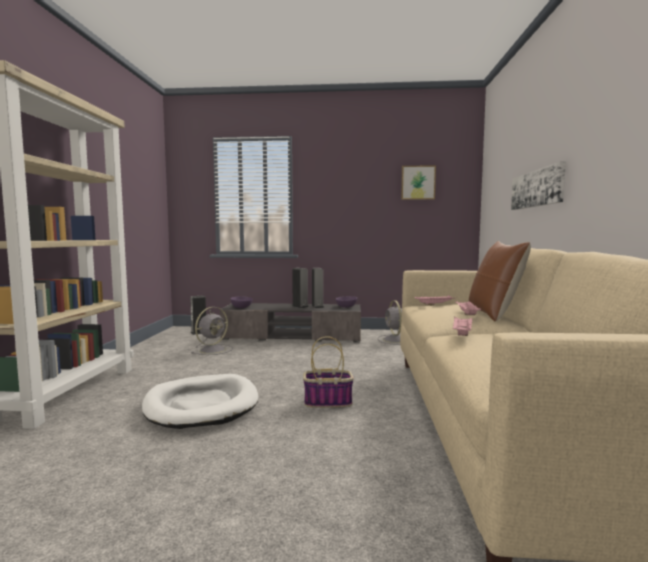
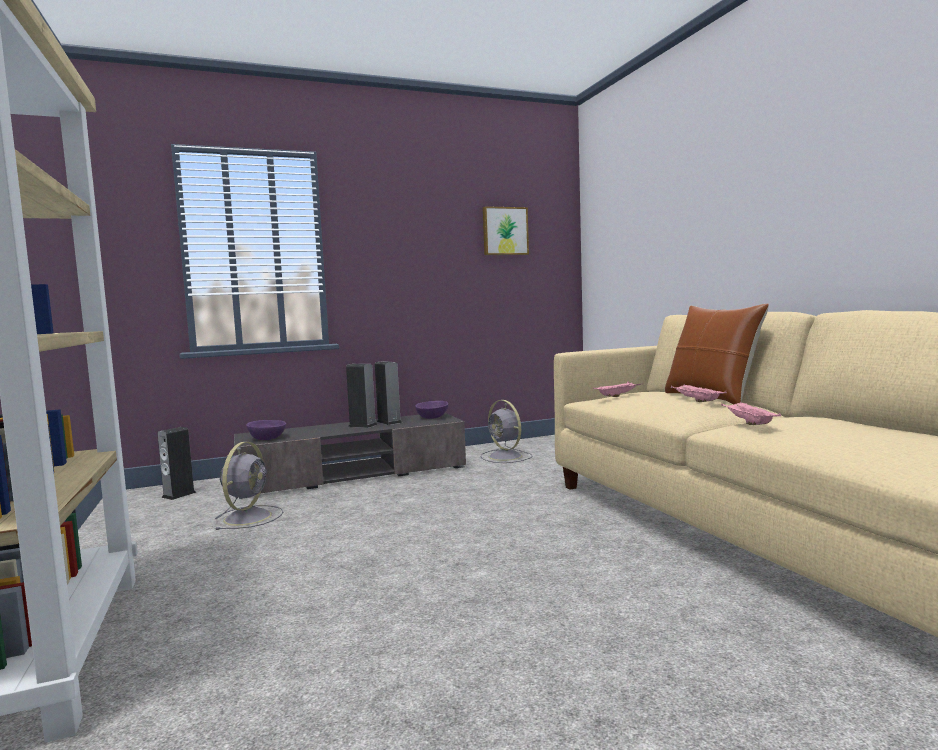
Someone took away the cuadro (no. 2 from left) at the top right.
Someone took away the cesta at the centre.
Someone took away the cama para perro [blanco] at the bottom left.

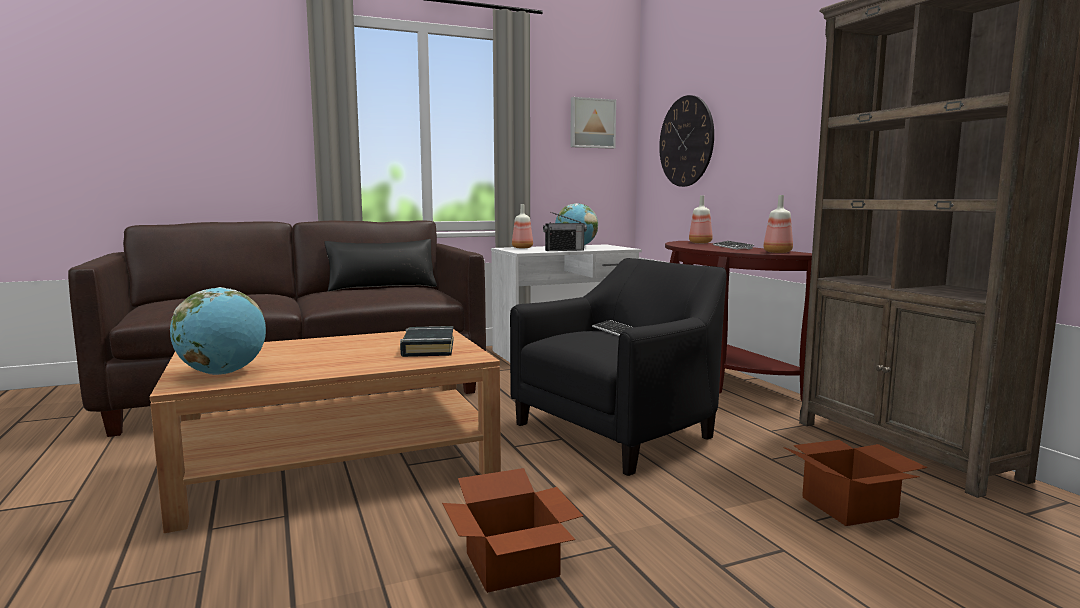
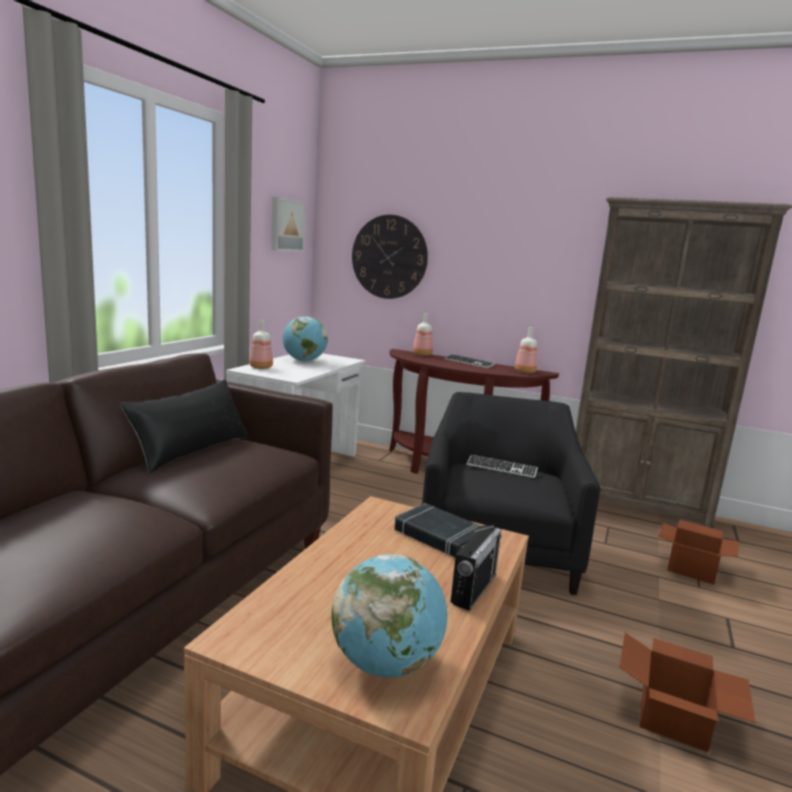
Someone carried the radio from the centre to the bottom centre.

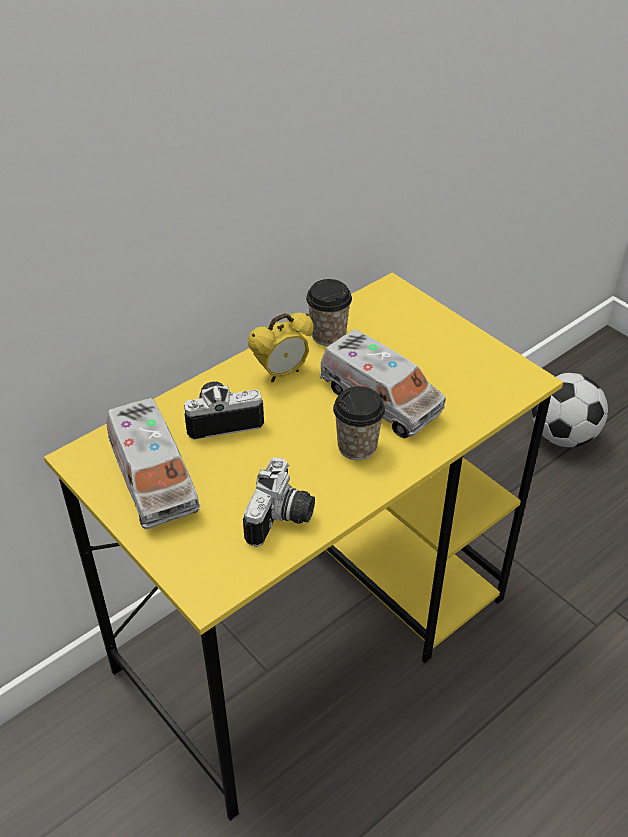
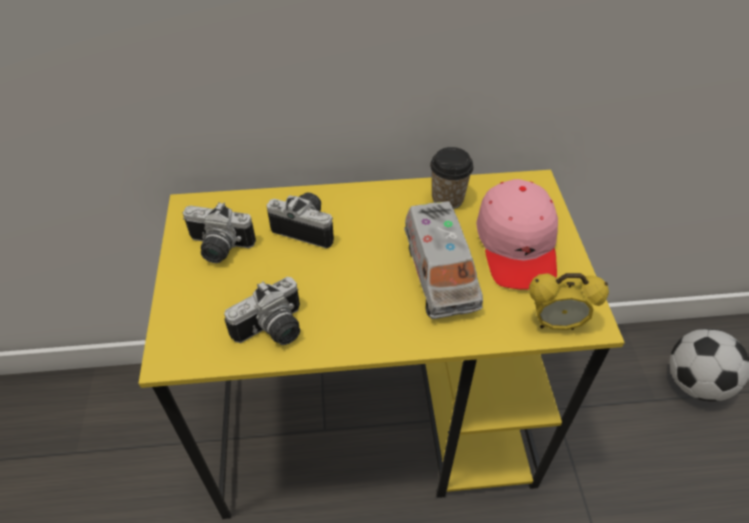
Someone carried the despertador from the centre to the middle right.
Someone took away the taza (no. 2 from left) at the centre.
Someone swapped the camión de juguete (no. 1 from left) at the middle left for the cámara (no. 1 from left) at the middle left.
Someone put down the gorra [rosa] at the middle right.

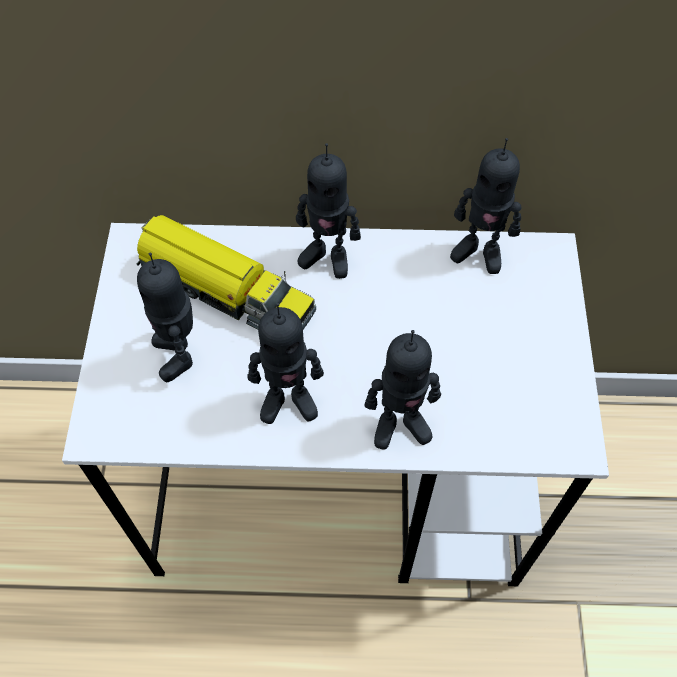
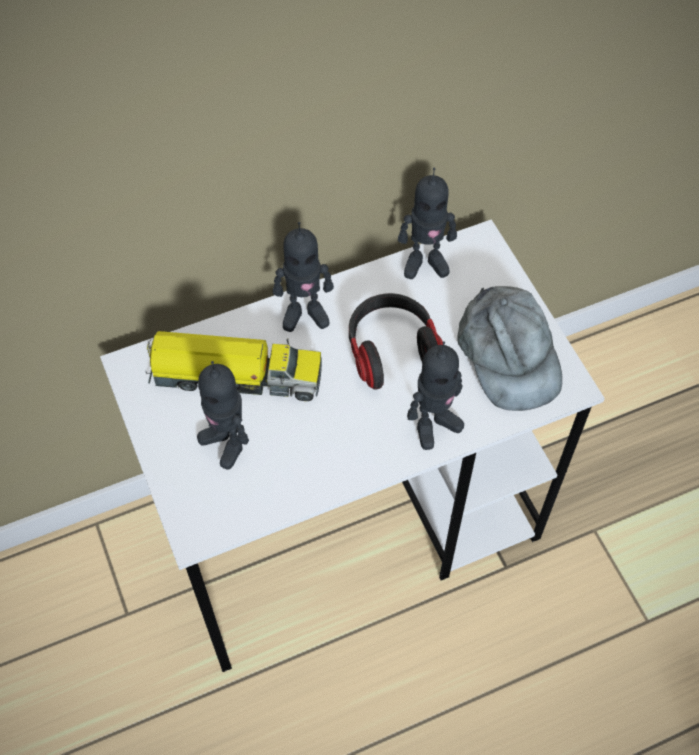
Someone took away the robot de juguete (no. 2 from left) at the centre.
Someone put down the gorra [gris] at the middle right.
Someone put down the auriculares at the centre.

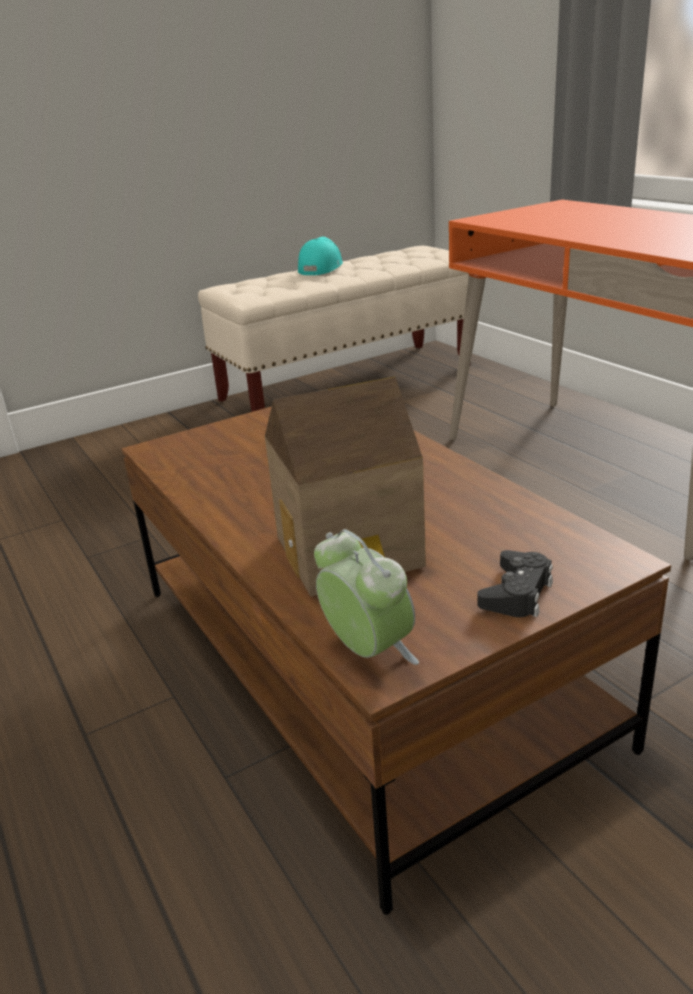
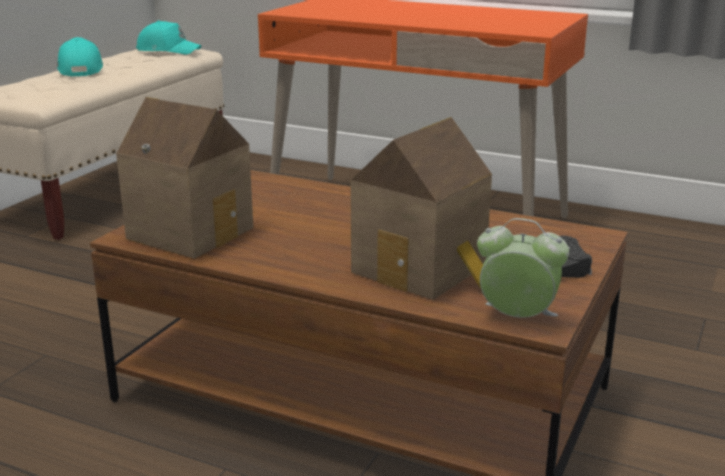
Someone put down the gorra [turquesa] (no. 2 from left) at the top left.
Someone put down the casita (no. 1 from left) at the middle left.

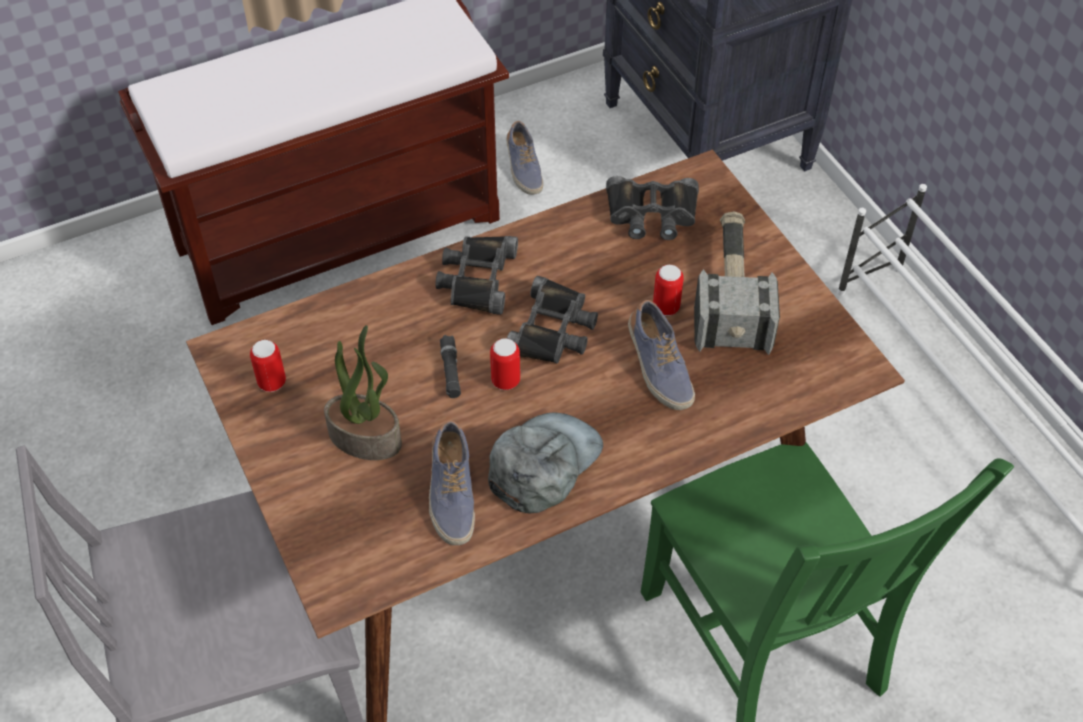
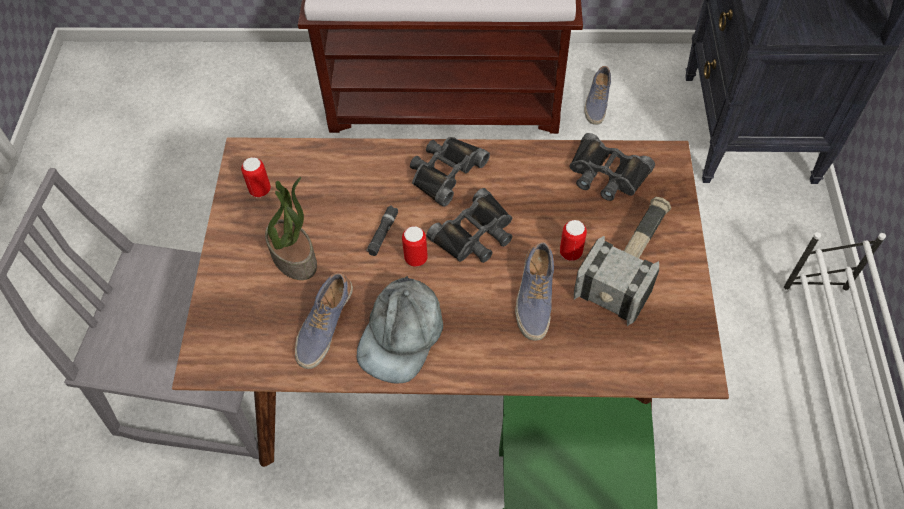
Someone rotated the gorra [gris] at the centre by 135 degrees clockwise.

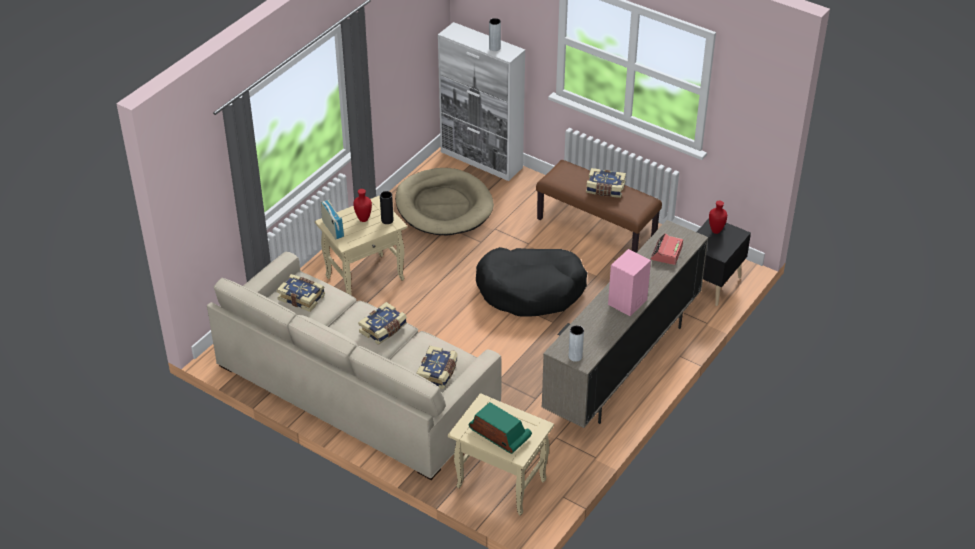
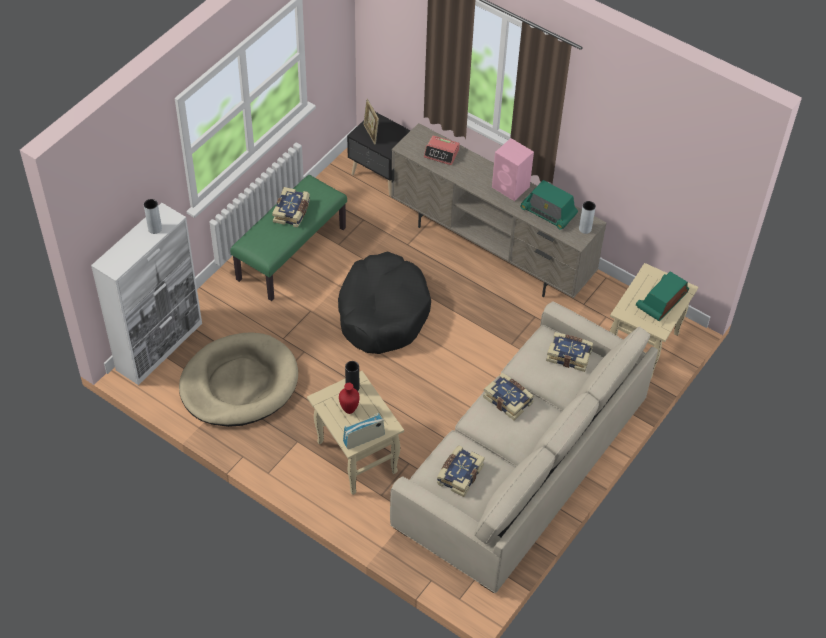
Someone repainted the banco [marrón] at the centre, which became the banco [verde] at the centre.
Someone swapped the florero [rojo] (no. 2 from left) at the middle right for the portarretratos at the top centre.
Someone put down the radio (no. 2 from left) at the top centre.

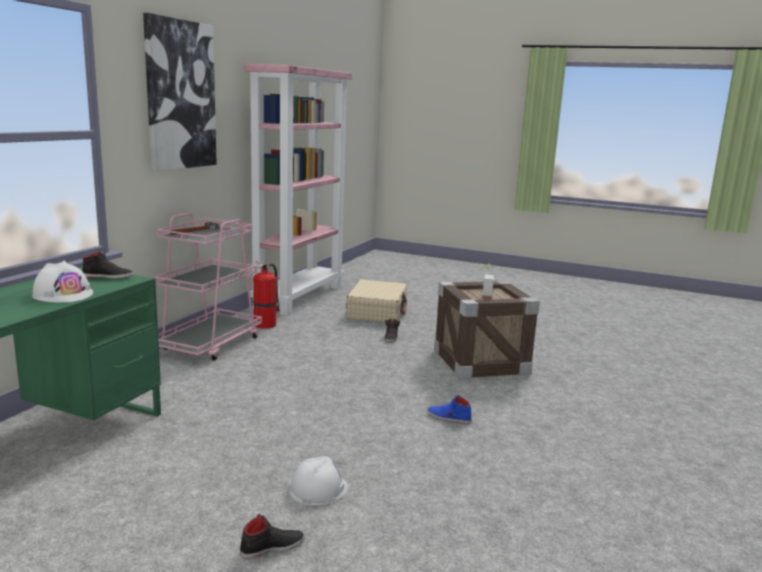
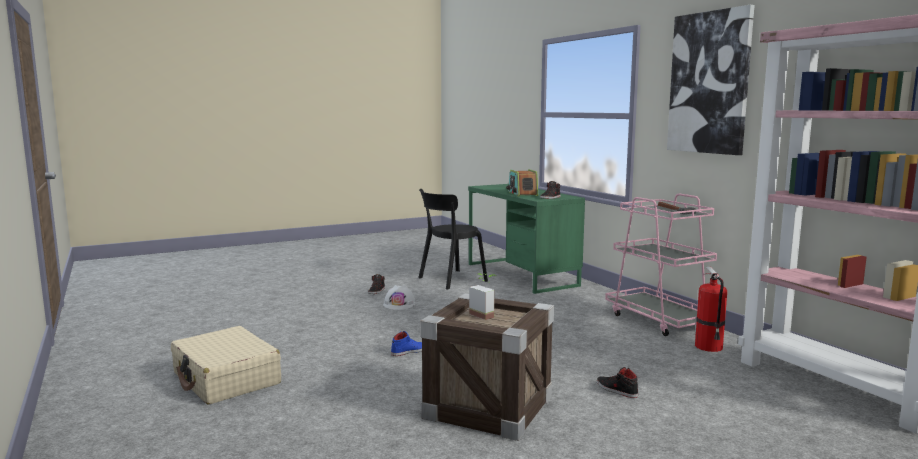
Someone swapped the casco [blanco] (no. 1 from left) at the middle left for the radio at the centre.
Someone carried the maleta [beis] from the centre to the bottom left.
Someone put down the silla [negro] at the centre.

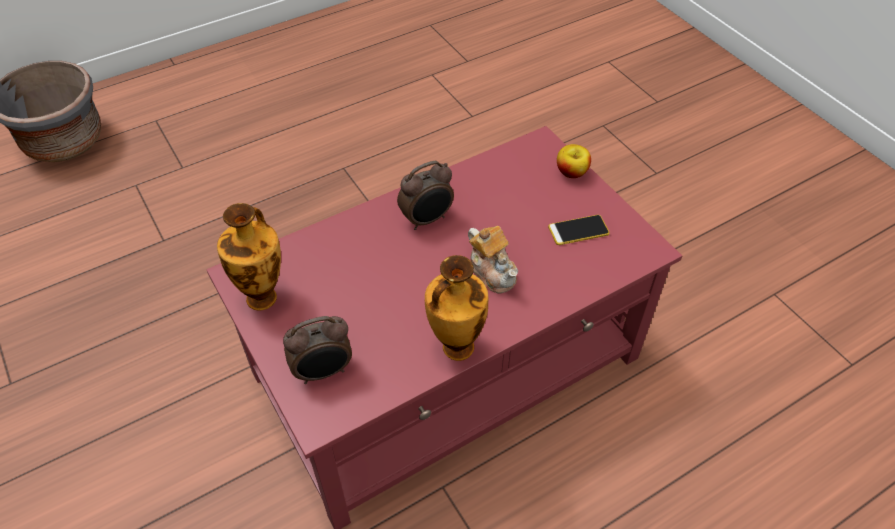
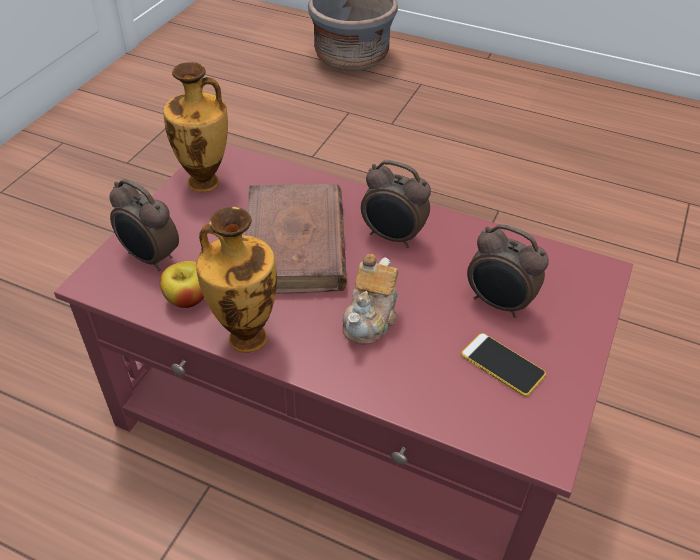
Someone carried the manzana from the top centre to the middle left.
Someone put down the libro [marrón] at the centre.
Someone put down the despertador (no. 3 from left) at the middle right.

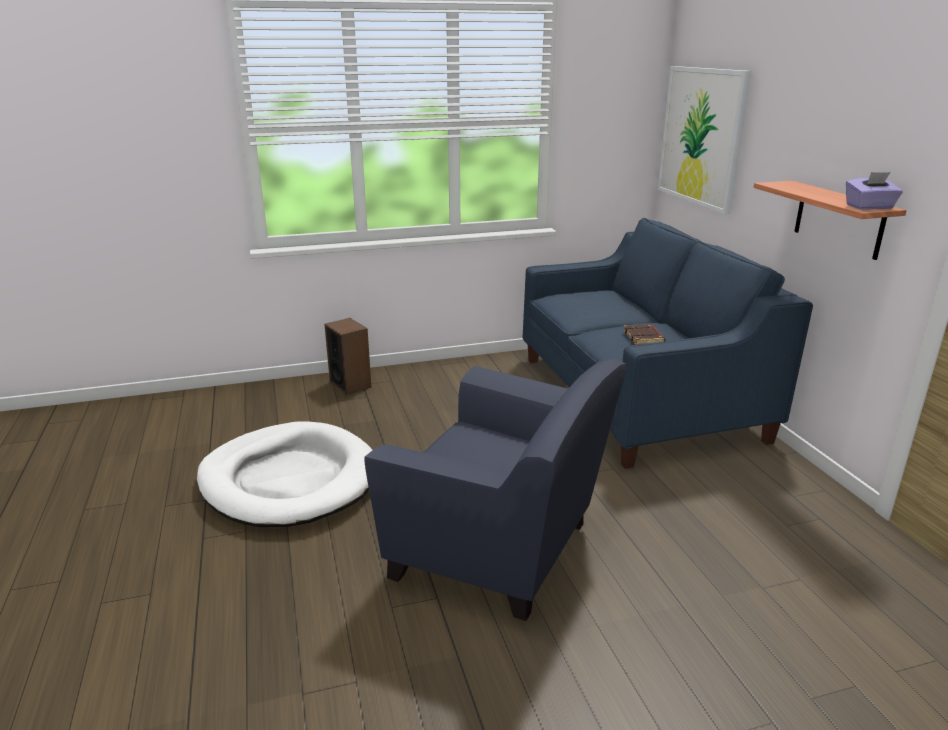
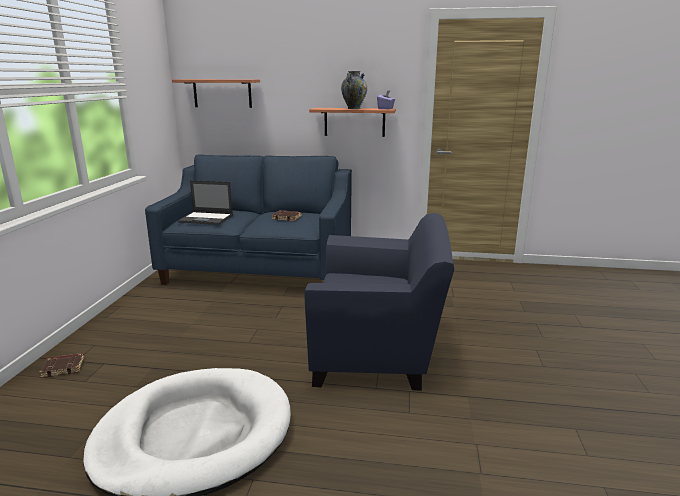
Someone swapped the cuadro at the top right for the estante (no. 1 from left) at the top left.
Someone swapped the altavoz at the centre for the libro [marrón] (no. 1 from left) at the bottom left.
Someone rotated the sillón [azul] at the bottom centre by 45 degrees clockwise.
Someone put down the florero at the top centre.
Someone put down the portátil at the middle left.

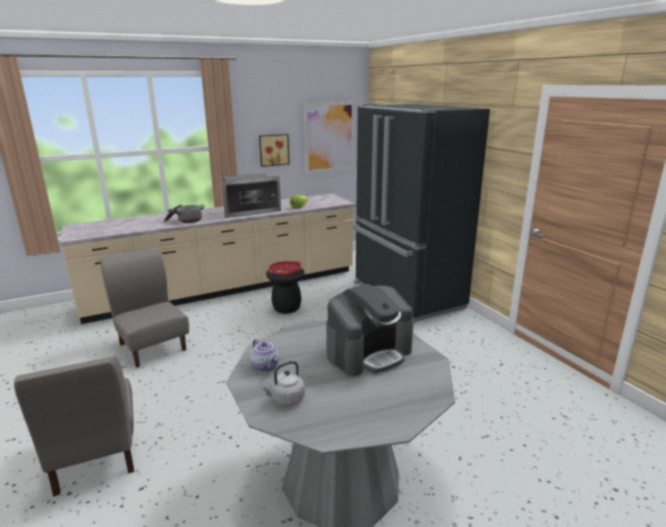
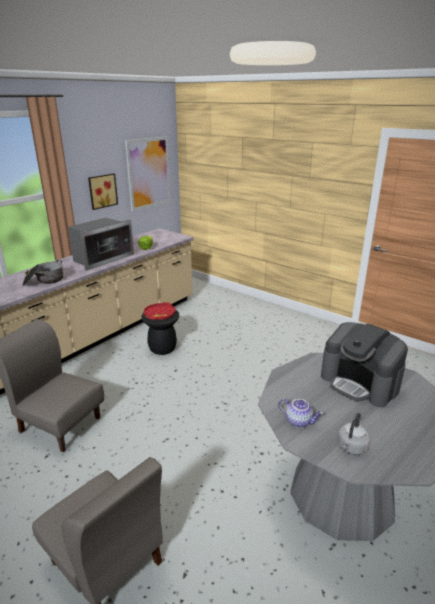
Someone took away the nevera [negro] at the centre.
Someone rotated the cafetera at the centre by 105 degrees clockwise.

